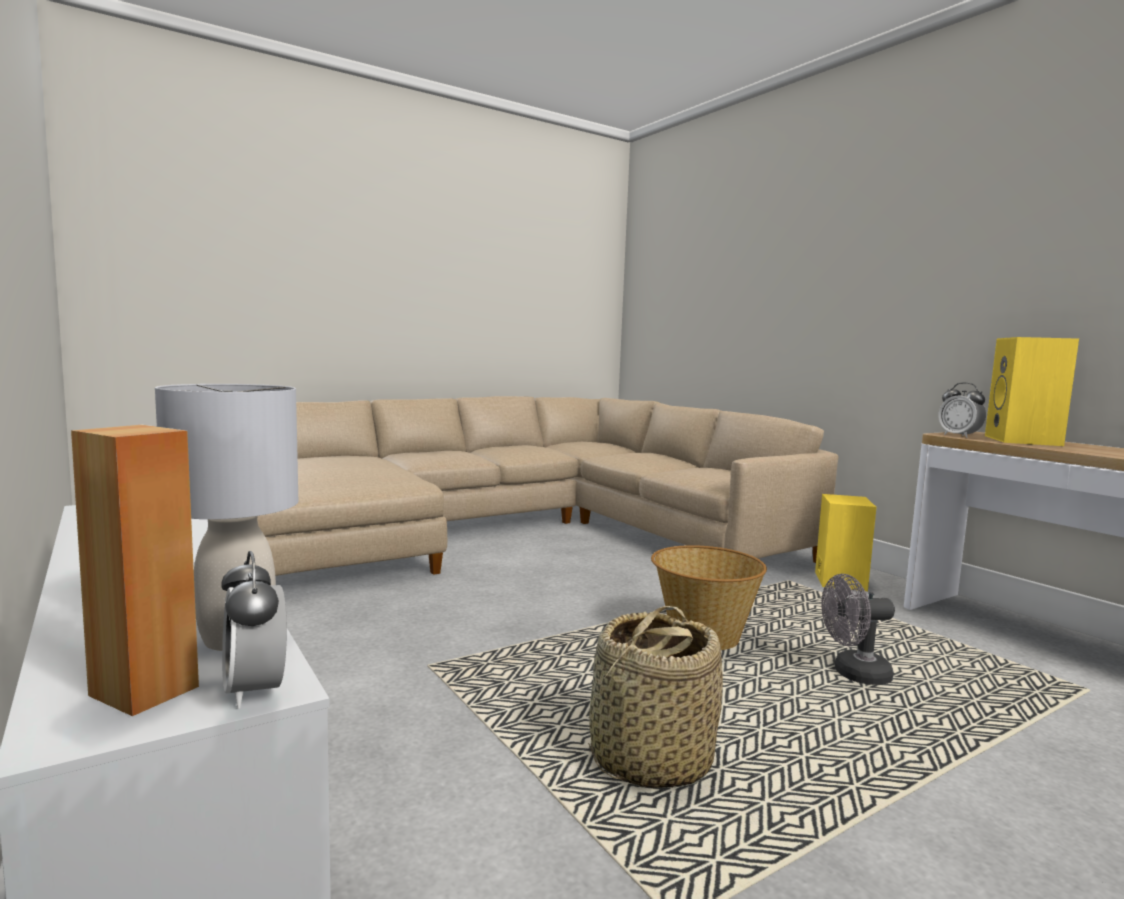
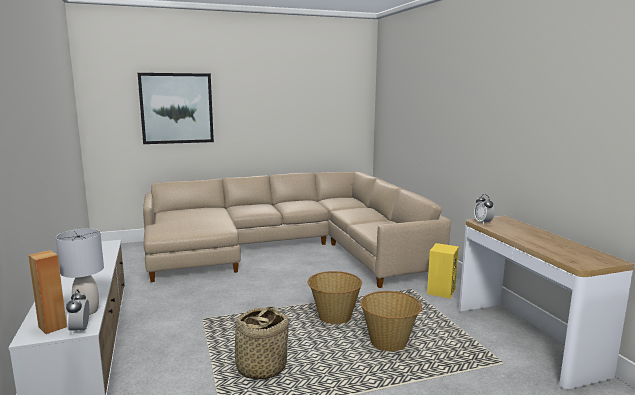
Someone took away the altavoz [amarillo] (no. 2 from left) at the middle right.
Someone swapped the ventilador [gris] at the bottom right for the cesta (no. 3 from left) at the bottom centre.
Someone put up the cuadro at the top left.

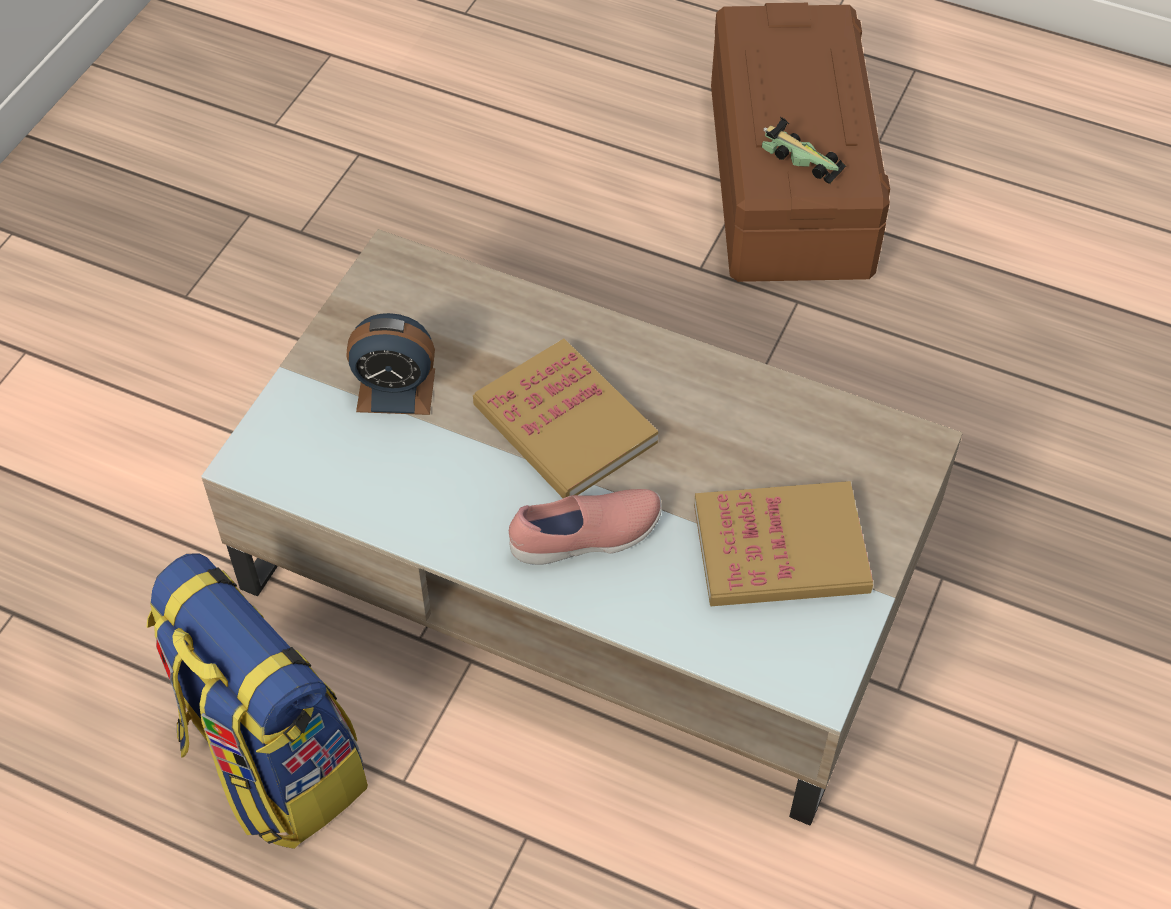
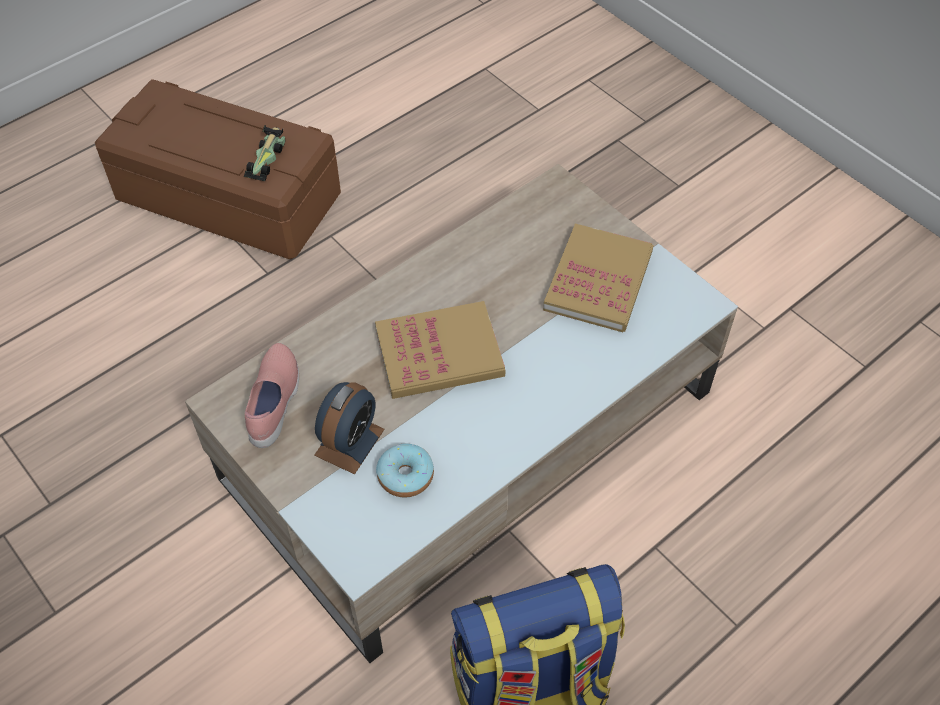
Someone rotated the coche de juguete at the top right by 135 degrees clockwise.
Someone carried the zapato [rosa] from the centre to the middle left.
Someone put down the rosquilla at the bottom centre.

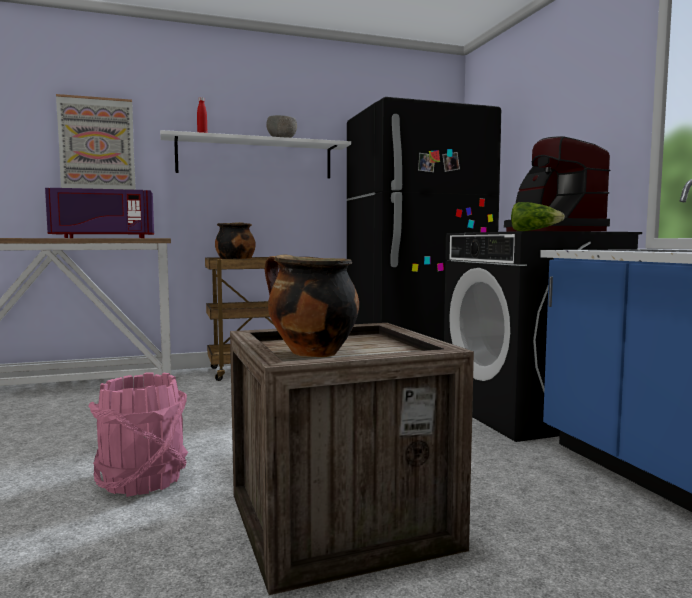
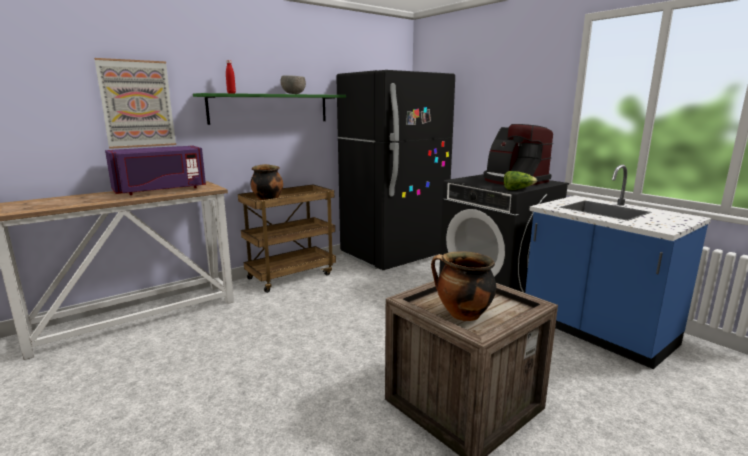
Someone repainted the estante [blanco] at the top centre, which became the estante [verde] at the top centre.
Someone took away the cubo [rosa] at the bottom left.

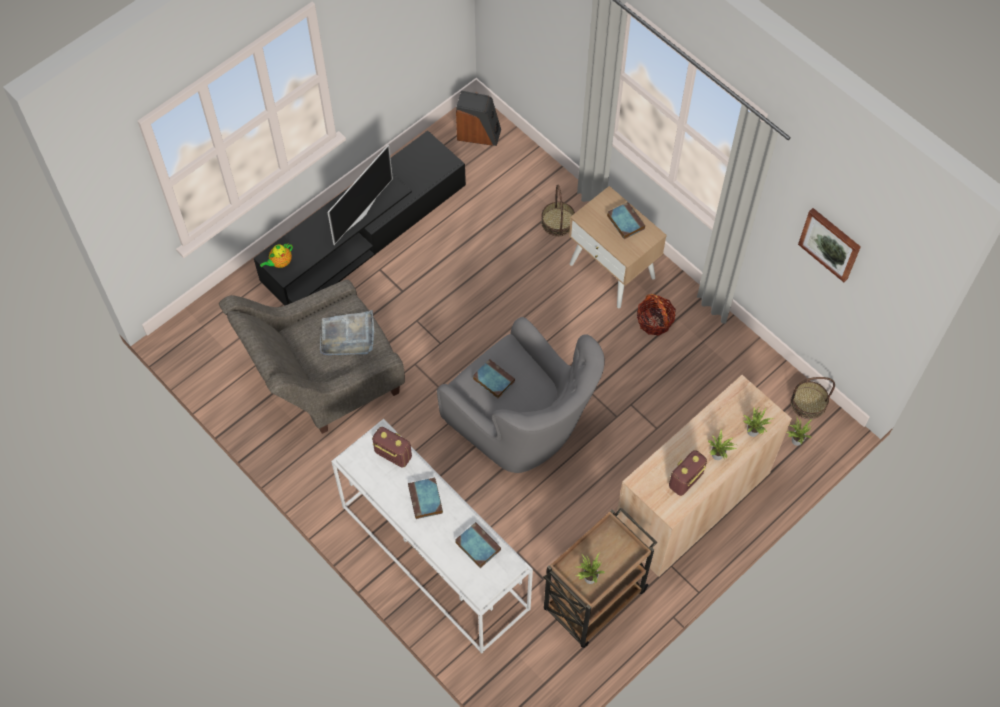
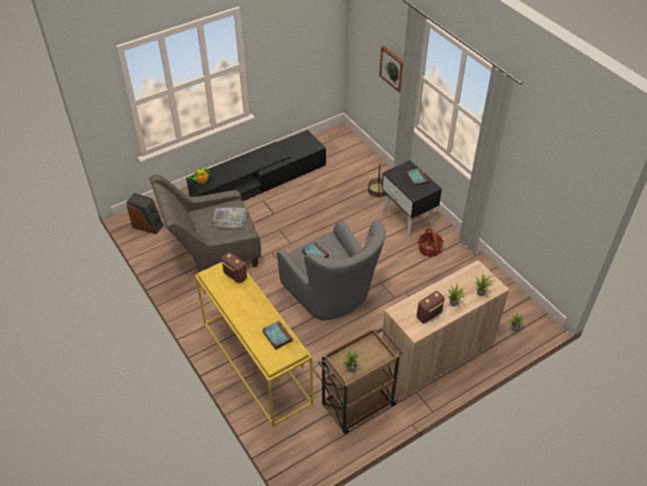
Someone carried the altavoz from the top centre to the middle left.
Someone took away the televisor at the top centre.
Someone repainted the mesita de noche [beis] at the centre, which became the mesita de noche [negro] at the centre.
Someone carried the cuadro from the middle right to the top centre.
Someone took away the cesta (no. 3 from left) at the middle right.
Someone repainted the mesa consola [blanco] at the bottom centre, which became the mesa consola [amarillo] at the bottom centre.
Someone took away the libro (no. 1 from left) at the bottom centre.

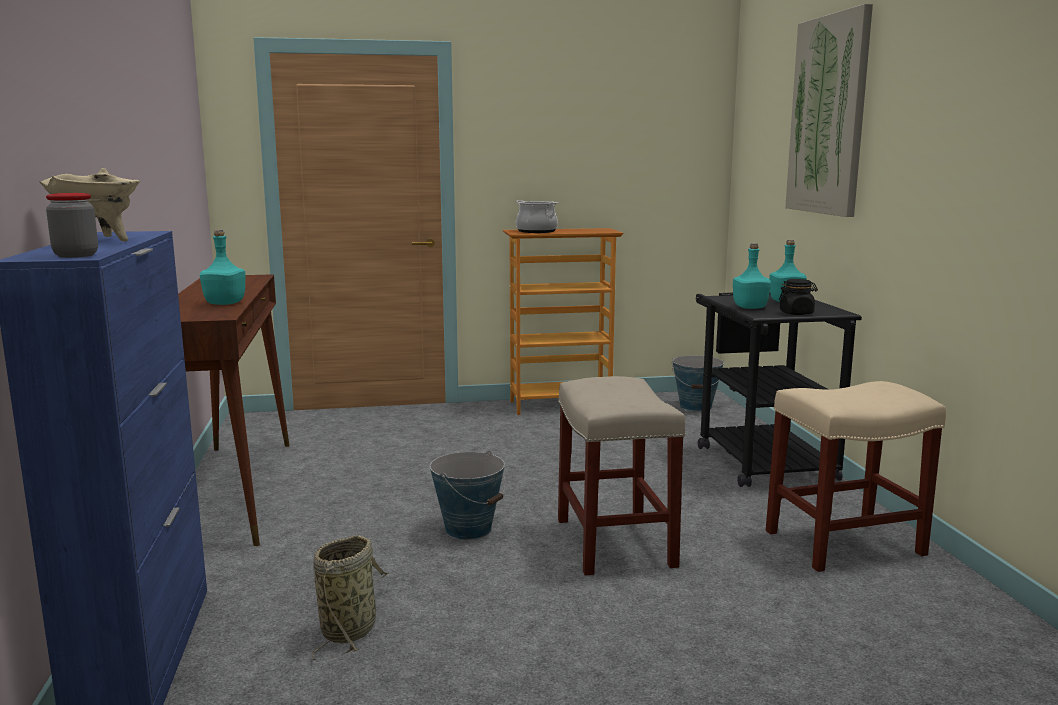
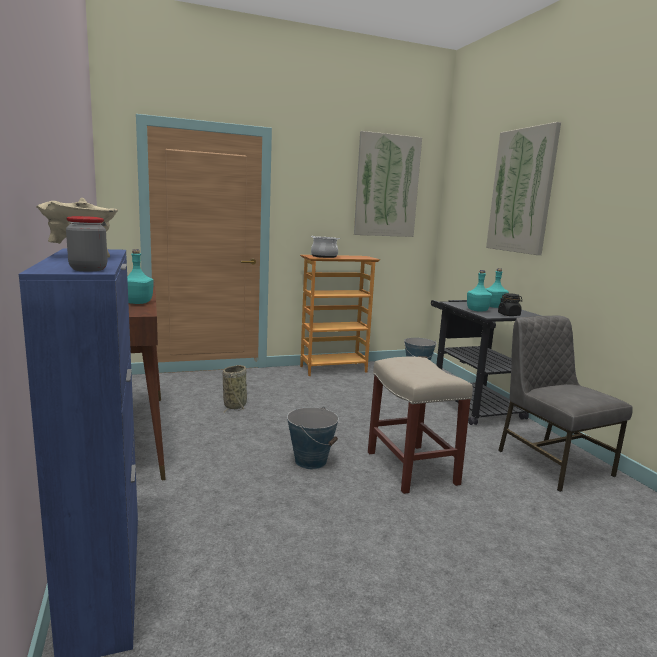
Someone swapped the taburete [beis] (no. 2 from left) at the bottom right for the silla [gris] at the middle right.
Someone carried the cesta from the bottom left to the centre.
Someone put up the cuadro (no. 1 from left) at the top centre.

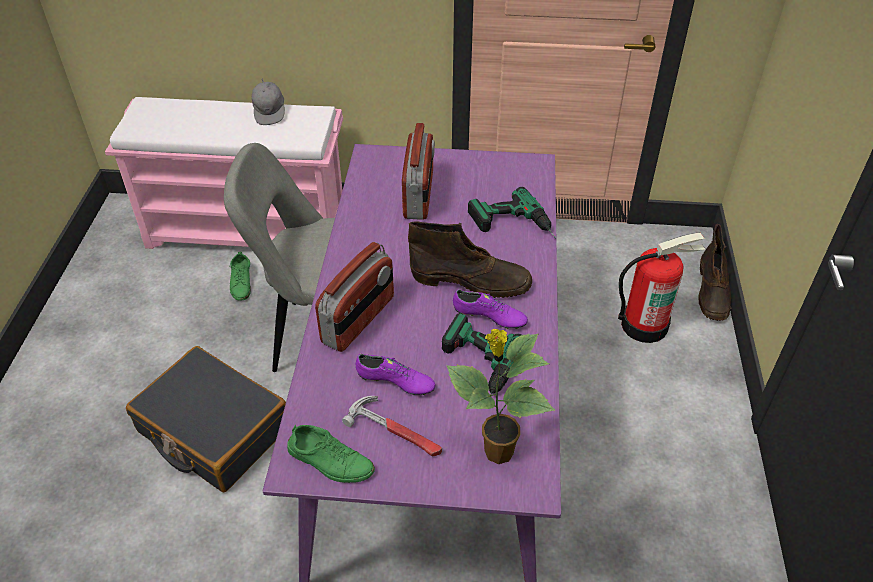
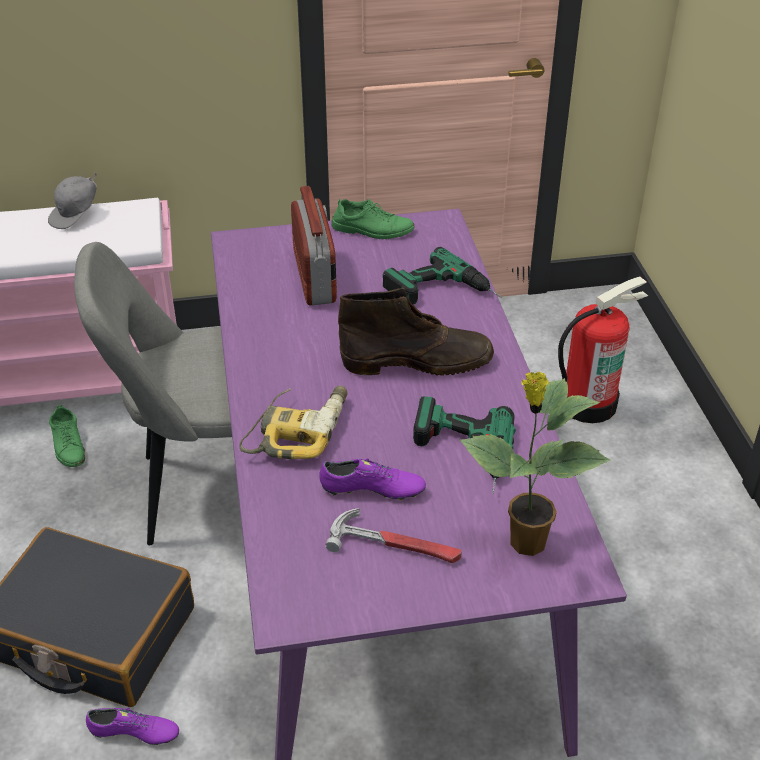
Someone rotated the gorra [gris] at the top left by 60 degrees clockwise.
Someone took away the bota [marrón] (no. 2 from left) at the middle right.
Someone swapped the radio (no. 1 from left) at the centre for the taladro (no. 1 from left) at the centre.
Someone carried the zapato [morado] (no. 2 from left in the first image) from the centre to the bottom left.
Someone carried the zapato [verde] (no. 2 from left) from the bottom centre to the top centre.

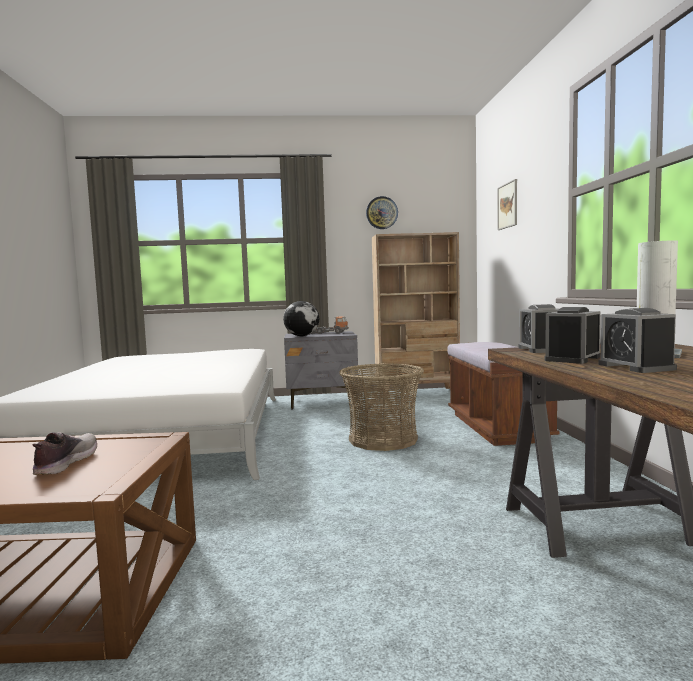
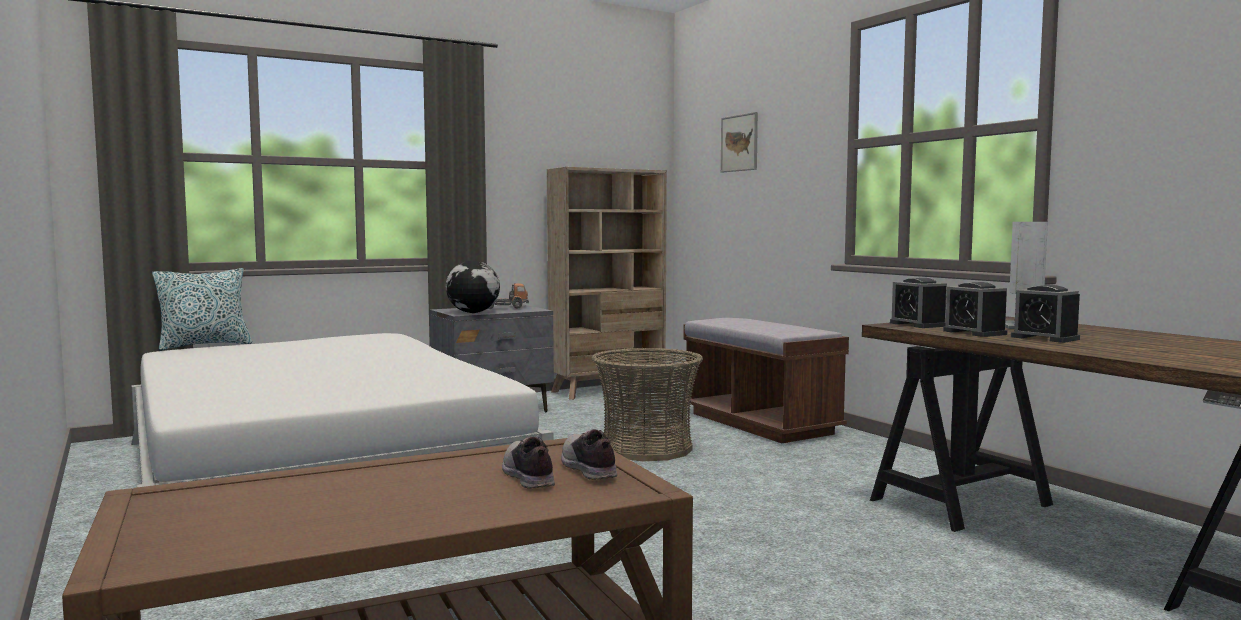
Someone took away the reloj de pared at the top centre.
Someone rotated the despertador (no. 2 from left) at the middle right by 45 degrees counterclockwise.
Someone put down the cojín at the middle left.
Someone put down the zapato (no. 2 from left) at the bottom centre.

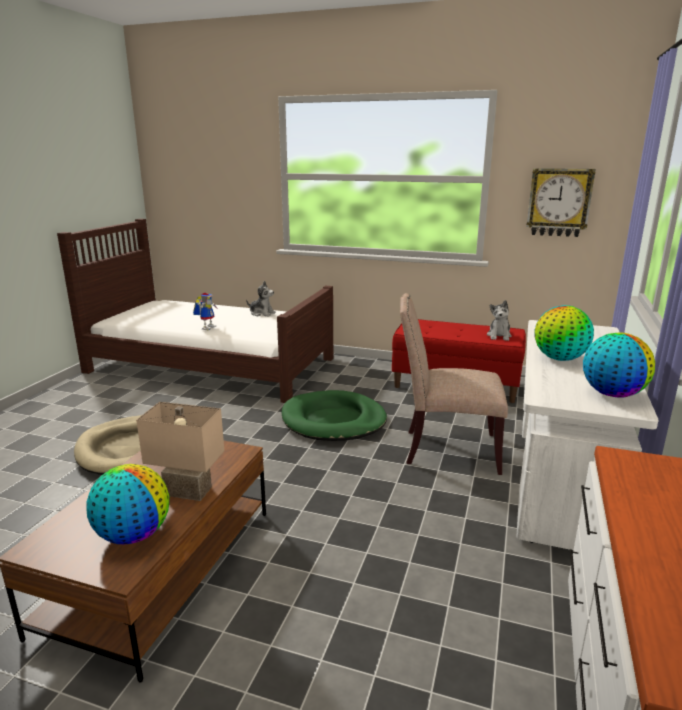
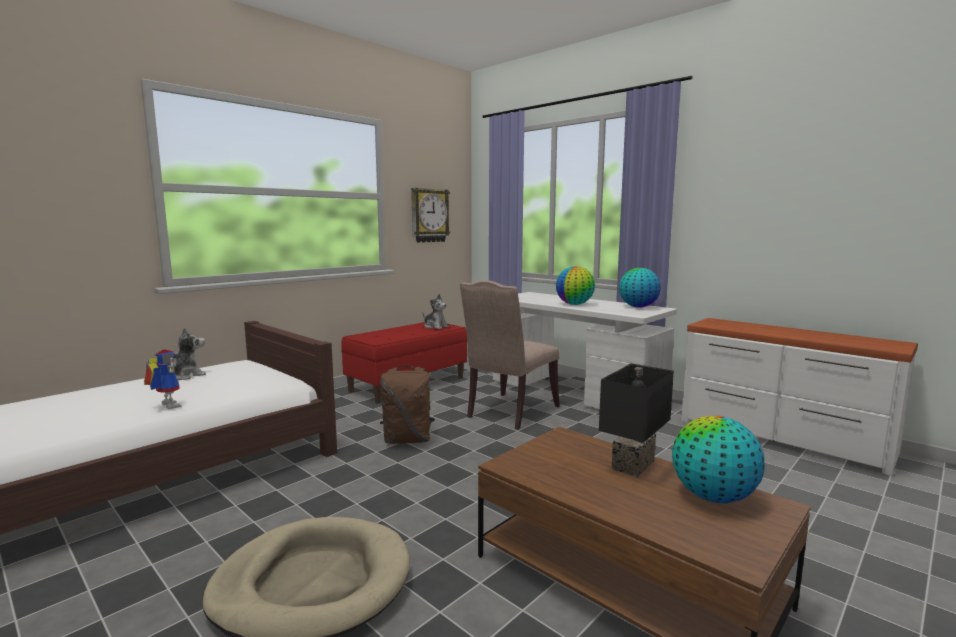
Someone swapped the cama para perro [verde] at the centre for the mochila [marrón] at the centre.
Someone repainted the lámpara de mesa [beis] at the middle left, which became the lámpara de mesa [negro] at the centre.

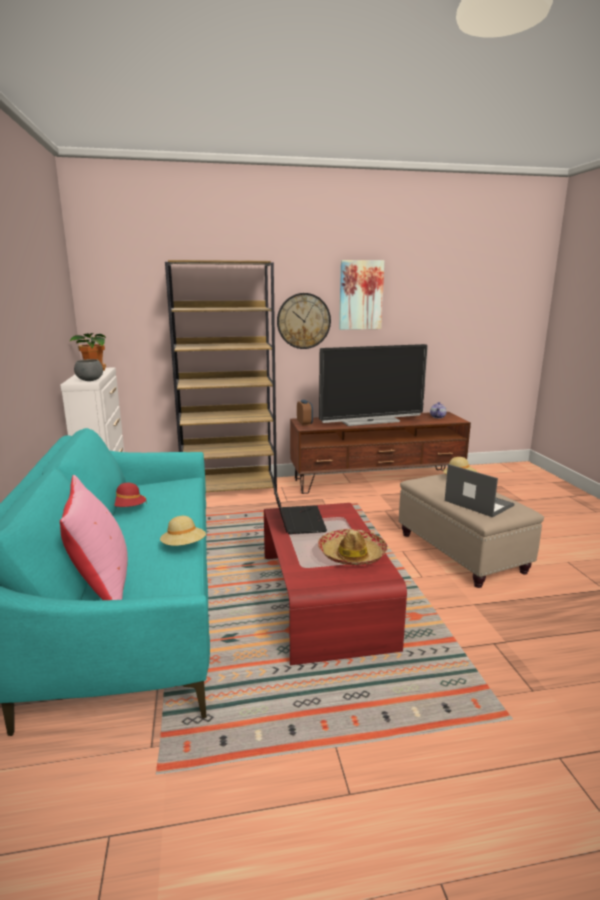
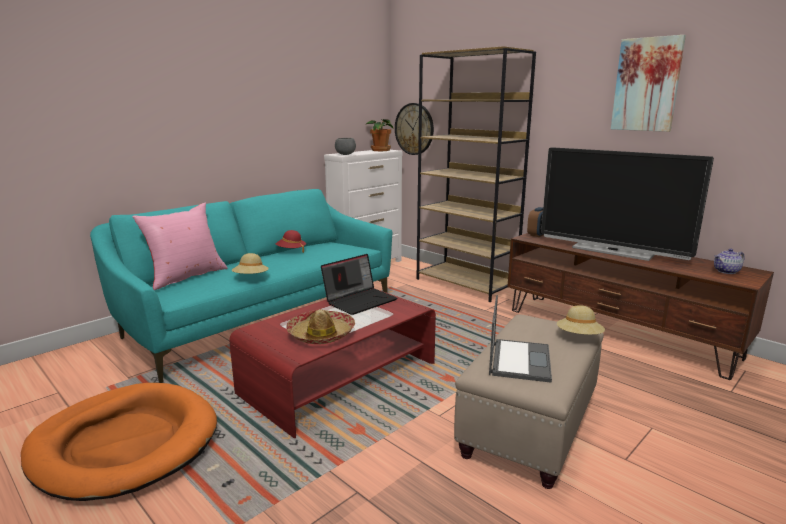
Someone carried the reloj de pared from the centre to the top centre.
Someone put down the cama para perro [naranja] at the bottom left.

